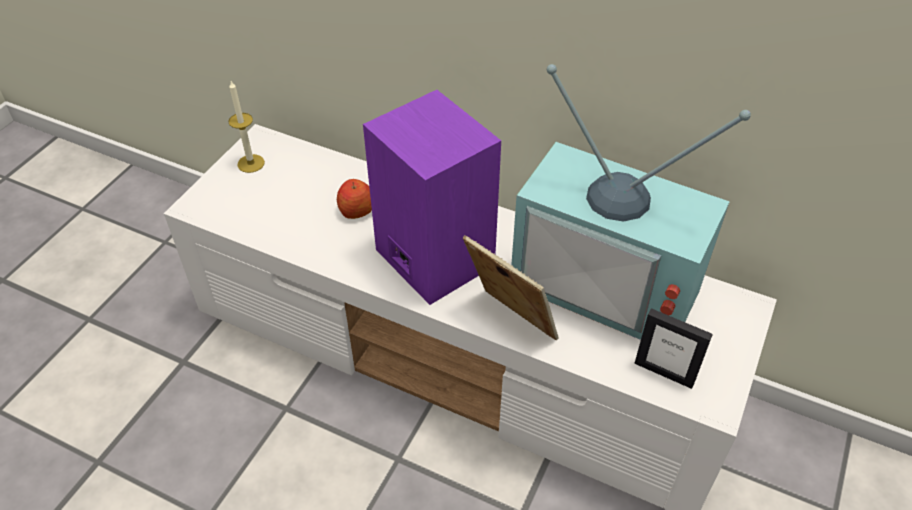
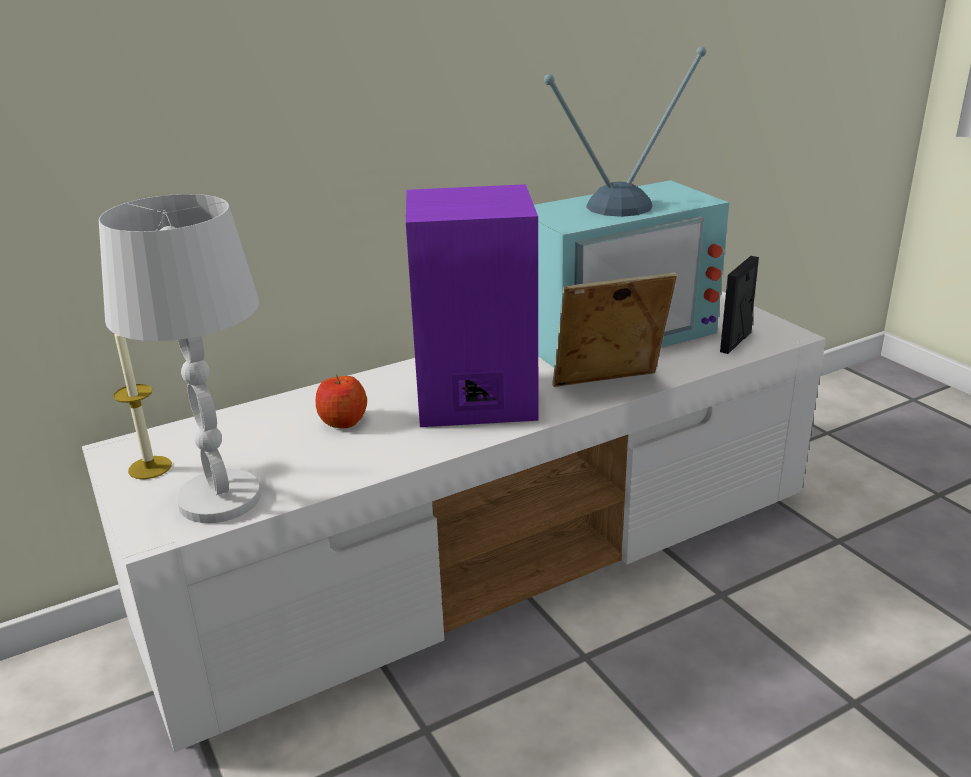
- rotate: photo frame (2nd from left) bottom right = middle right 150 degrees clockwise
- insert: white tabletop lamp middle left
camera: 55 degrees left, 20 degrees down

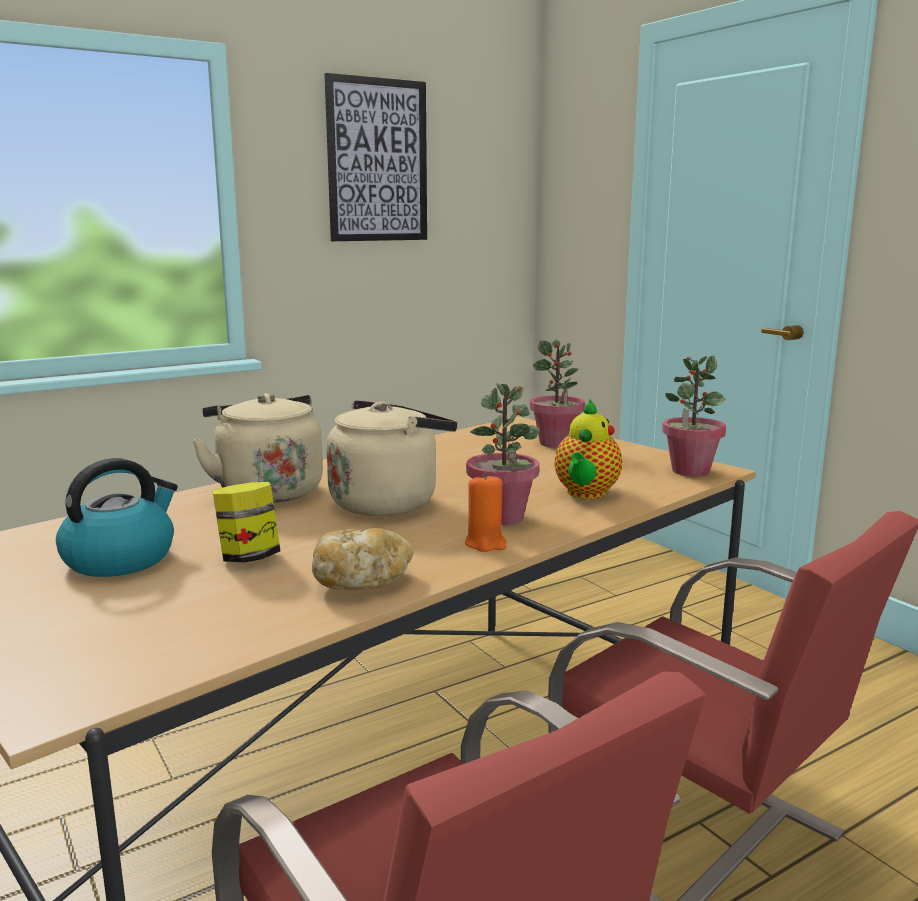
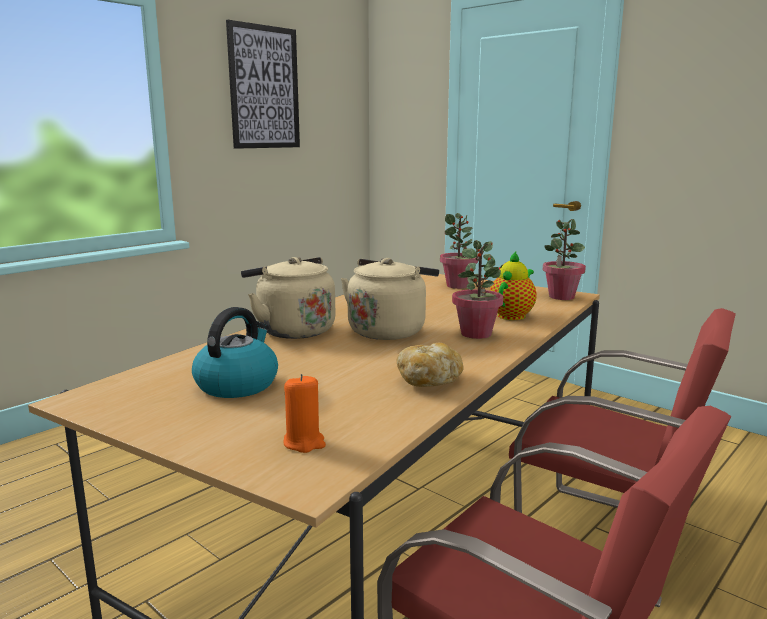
- delete: storage jar middle left
- move: orange candle centre to bottom centre
- rotate: pot for tea centre = middle right 150 degrees counterclockwise
camera: 15 degrees left, 0 degrees up

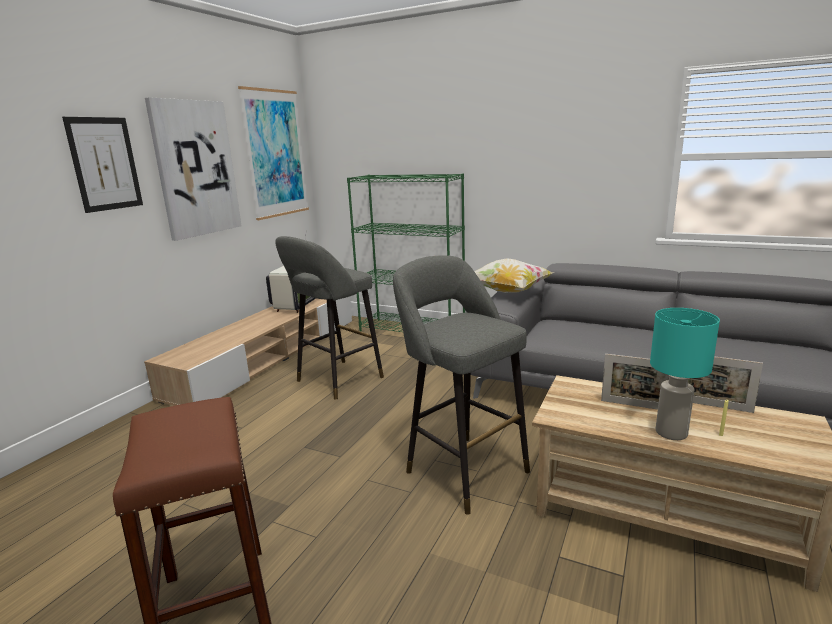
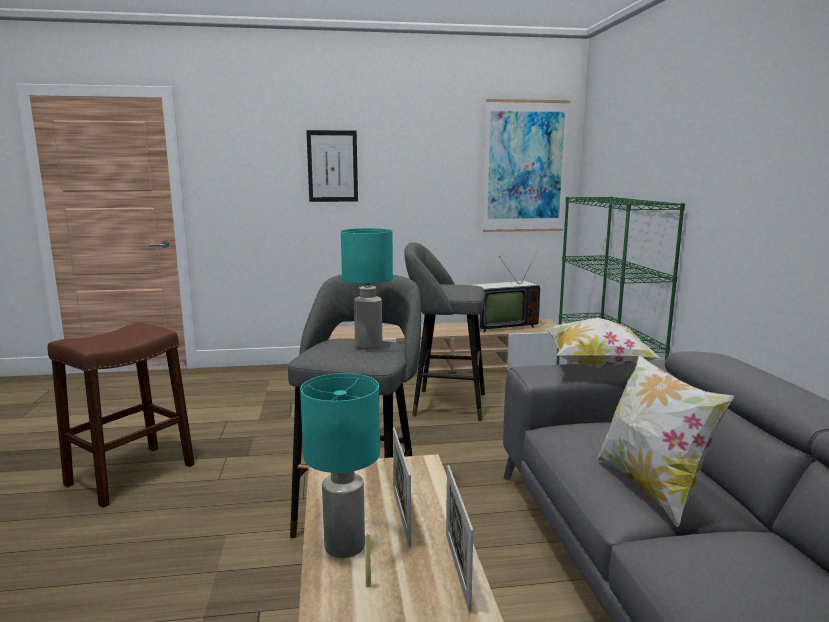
- delete: wall art (2nd from left) top left
- insert: turquoise tabletop lamp (2nd from left) centre
- insert: cushion (2nd from left) bottom right
camera: 55 degrees right, 5 degrees down

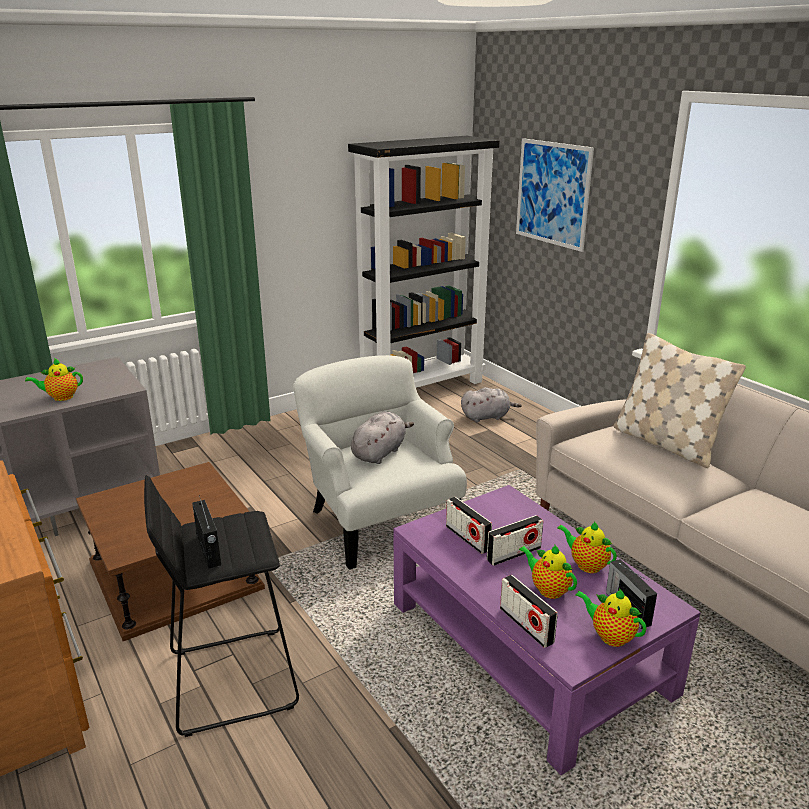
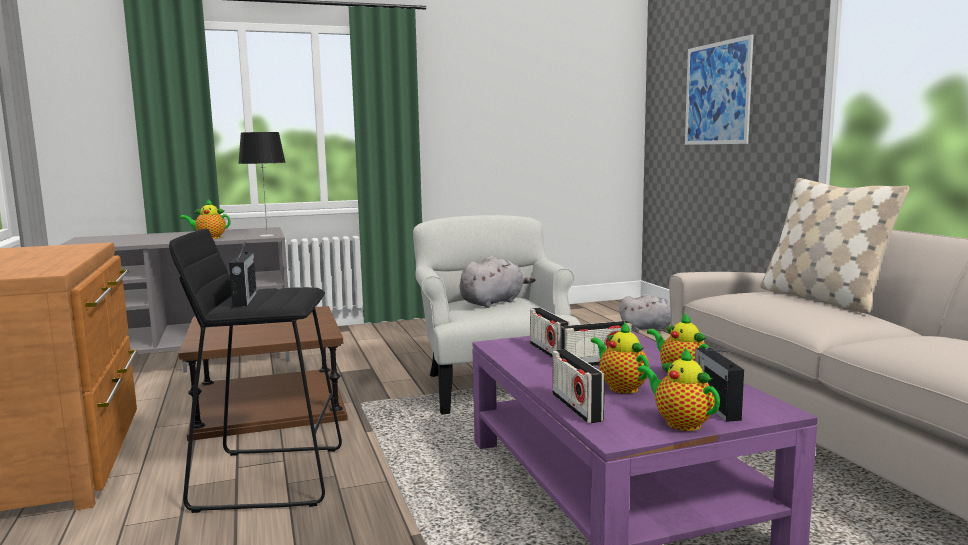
- delete: black bookshelf top centre
- insert: tabletop lamp middle left
camera: 15 degrees right, 15 degrees down

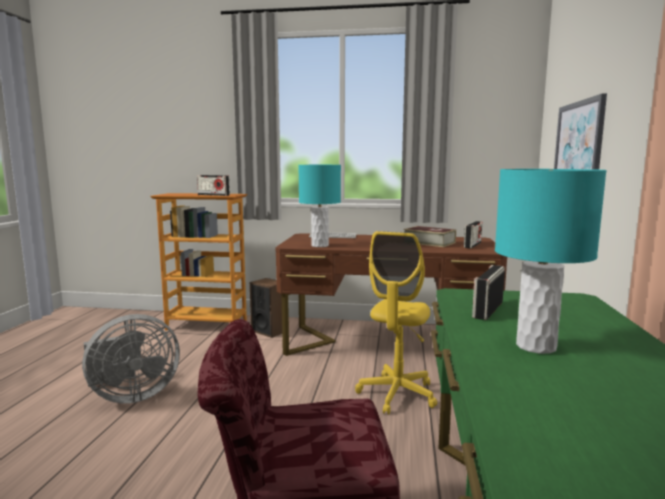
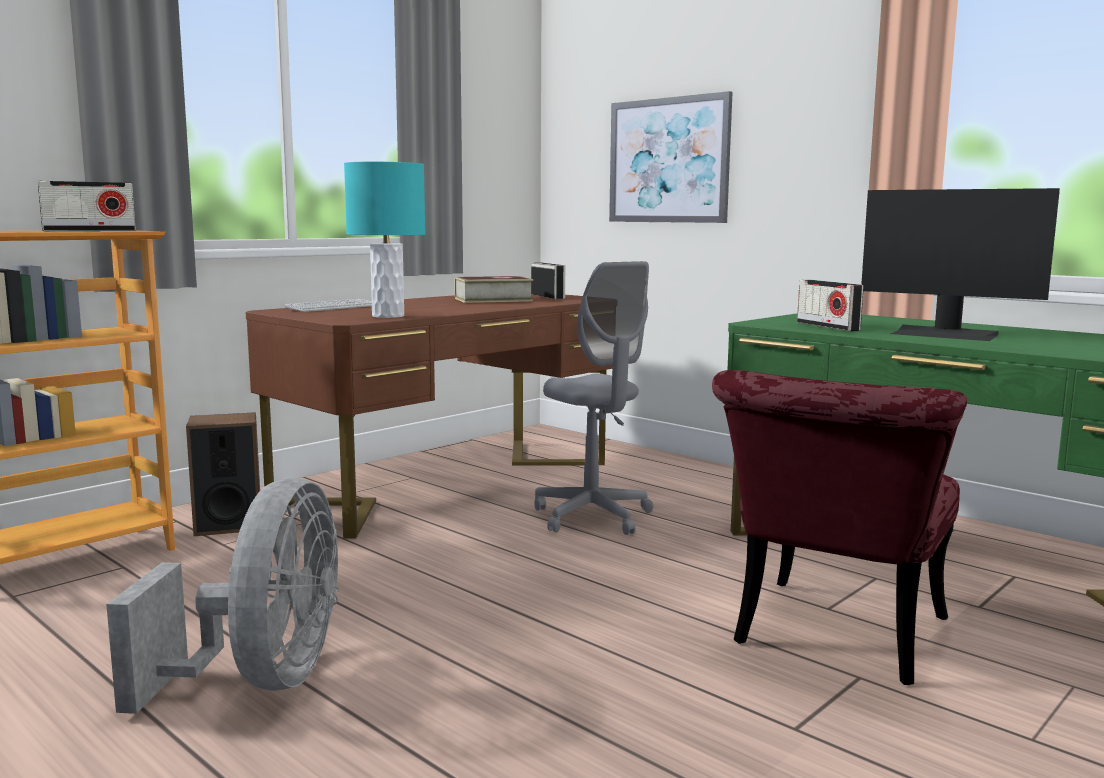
- recolor: yellowish computer chair centre to greyish computer chair centre
- replace: turquoise tabletop lamp (2nd from left) middle right to monitor middle right
camera: 55 degrees left, 0 degrees up

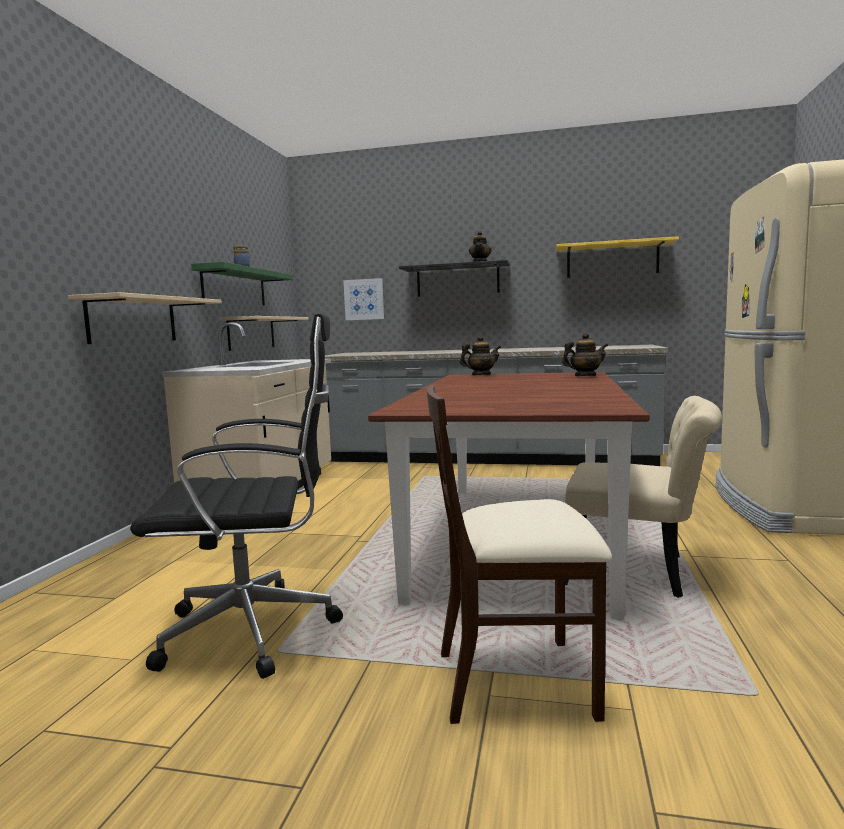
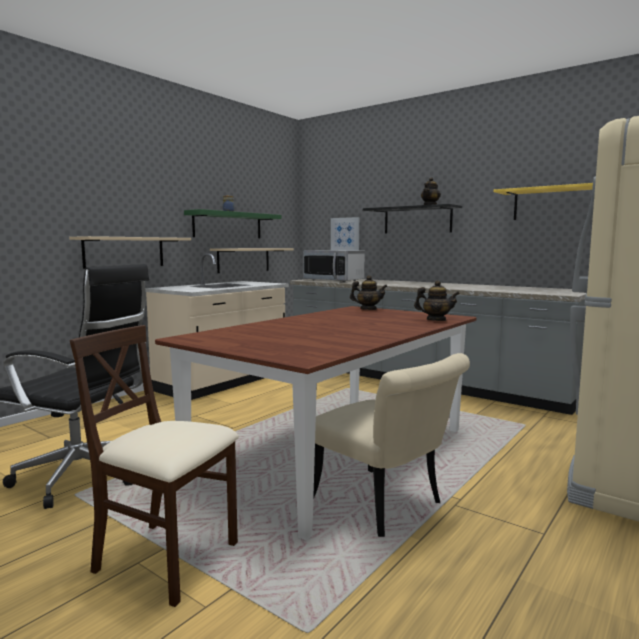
- insert: microwave oven centre
camera: 25 degrees right, 0 degrees up

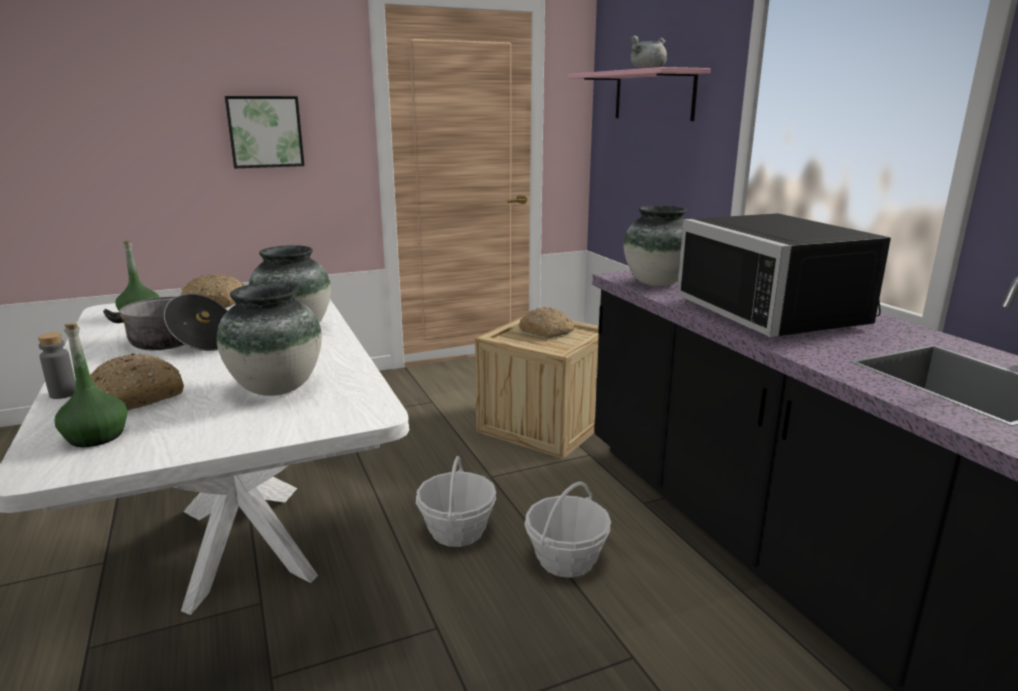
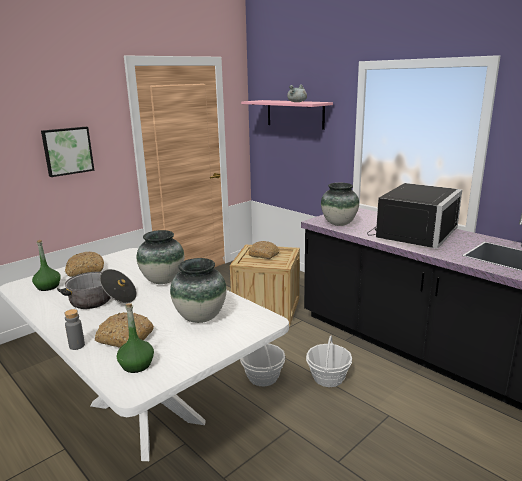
- rotate: black microwave oven middle right = middle right 105 degrees counterclockwise
camera: 20 degrees left, 0 degrees up

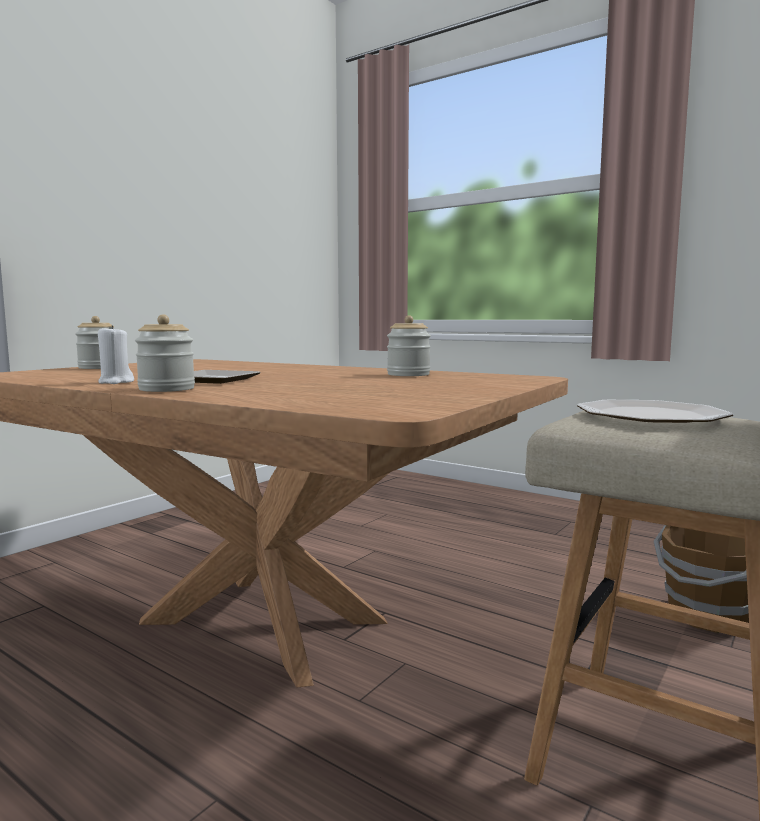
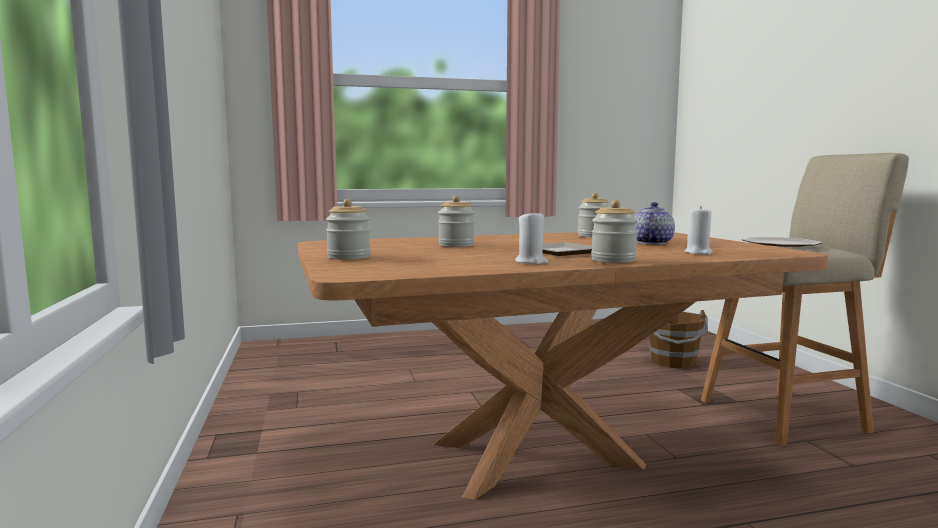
- insert: storage jar (2nd from left) centre
- insert: pot for tea middle right
- insert: white candle (2nd from left) middle right
camera: 50 degrees left, 0 degrees up

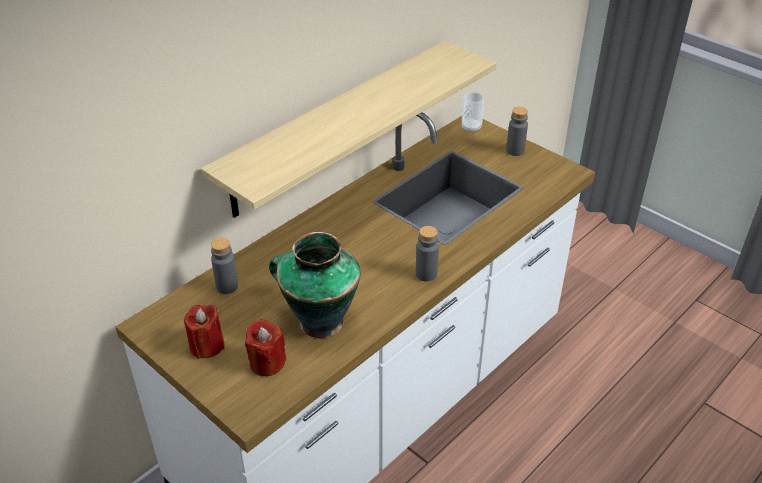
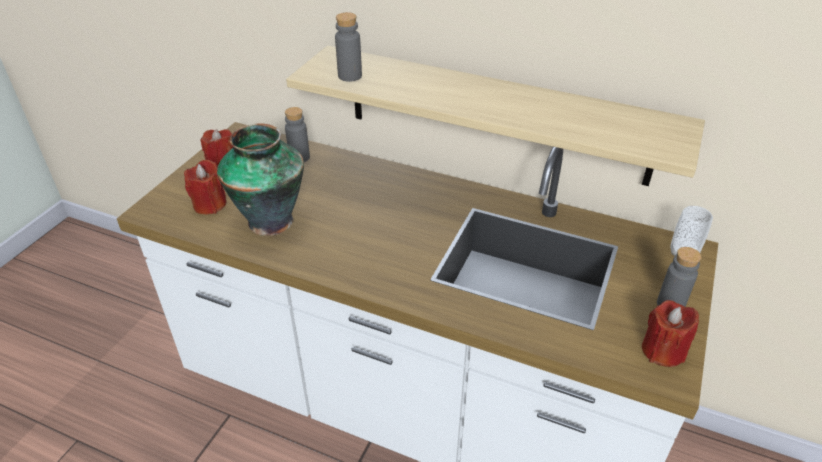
- move: greyish drink bottle (2nd from left) centre to top centre
- insert: reddish candle (3rd from left) bottom right
camera: 70 degrees right, 0 degrees up

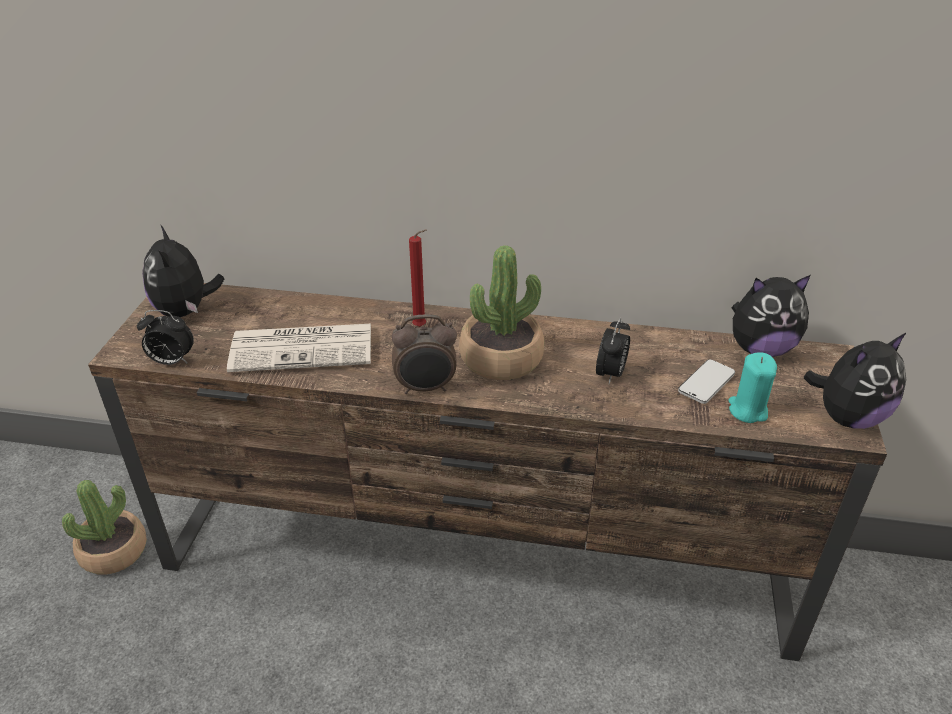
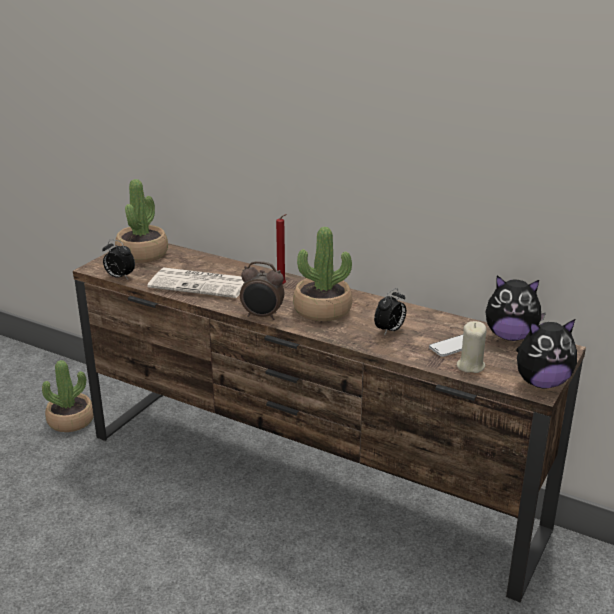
- replace: cuddly toy (1st from left) middle left to plant in a pot (2nd from left) middle left
- recolor: turquoise candle middle right to sand-coloured candle middle right
camera: 20 degrees right, 10 degrees down

